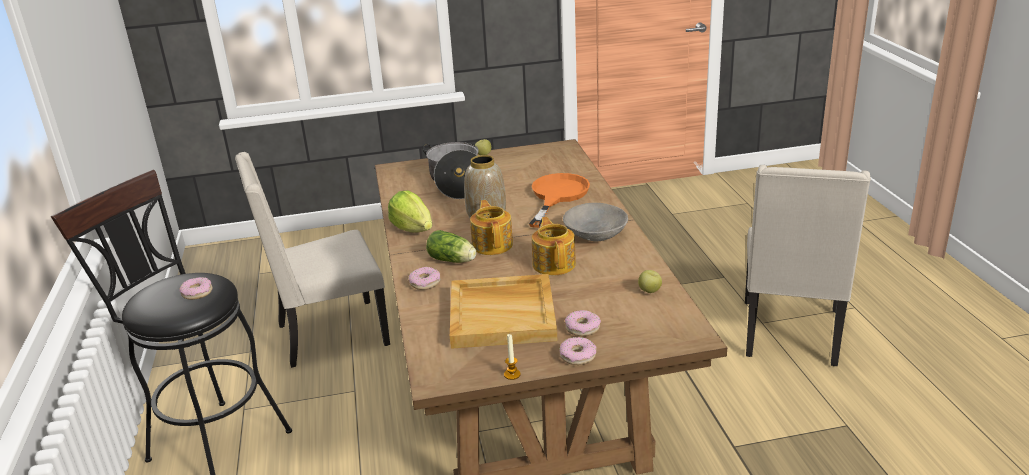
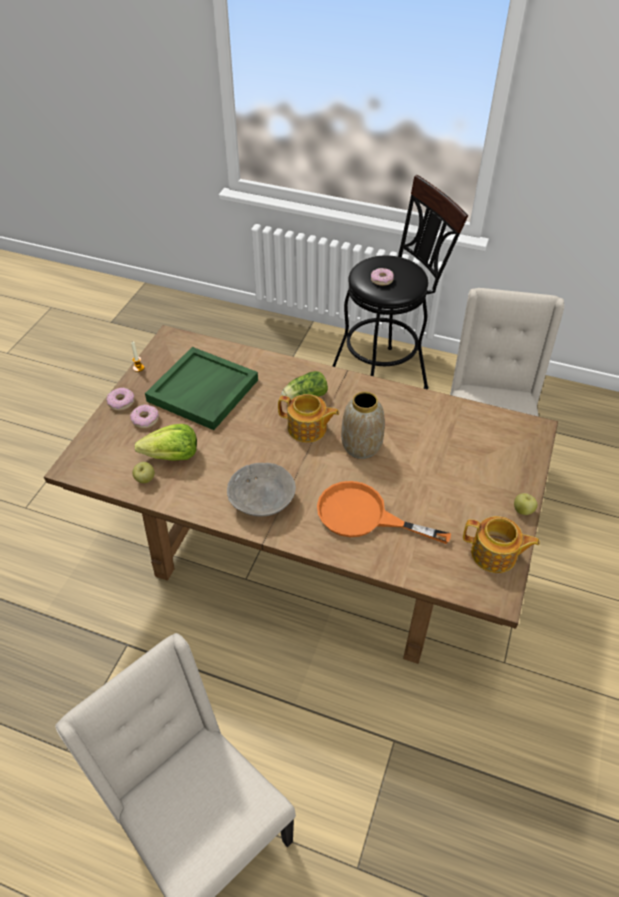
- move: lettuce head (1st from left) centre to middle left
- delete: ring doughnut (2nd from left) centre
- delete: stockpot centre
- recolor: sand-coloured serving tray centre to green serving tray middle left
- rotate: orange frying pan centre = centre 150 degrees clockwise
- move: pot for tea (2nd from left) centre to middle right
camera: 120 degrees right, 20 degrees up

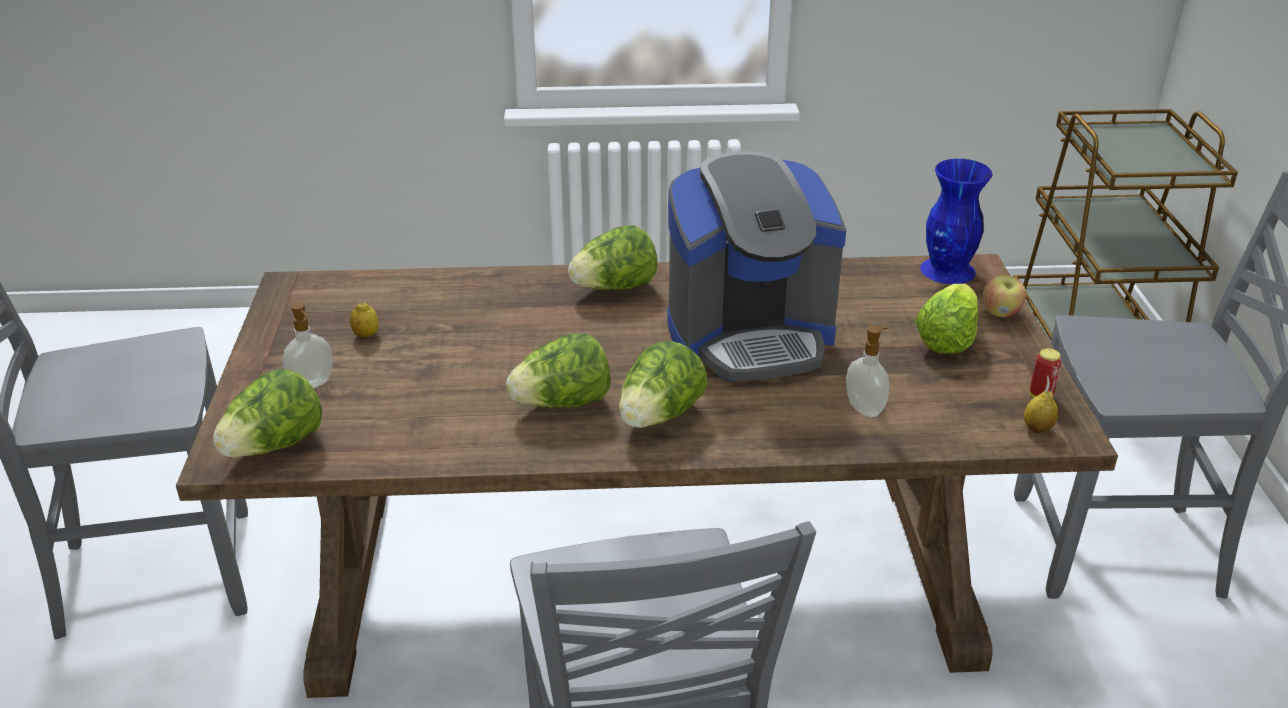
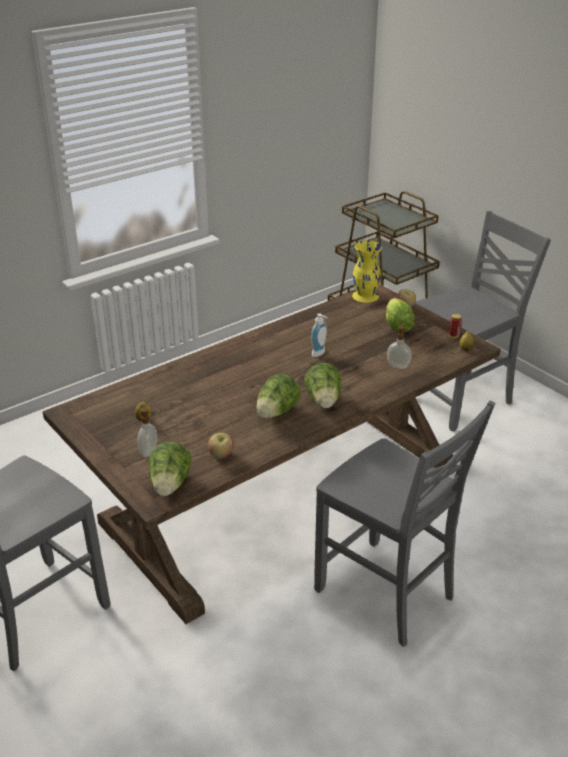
- delete: lettuce head (3rd from left) centre
- replace: coffee machine centre to soap dispenser (2nd from left) centre
- recolor: blue-coloured decorative vase top right to yellowish decorative vase centre
- insert: apple fruit (1st from left) centre
camera: 35 degrees left, 0 degrees up

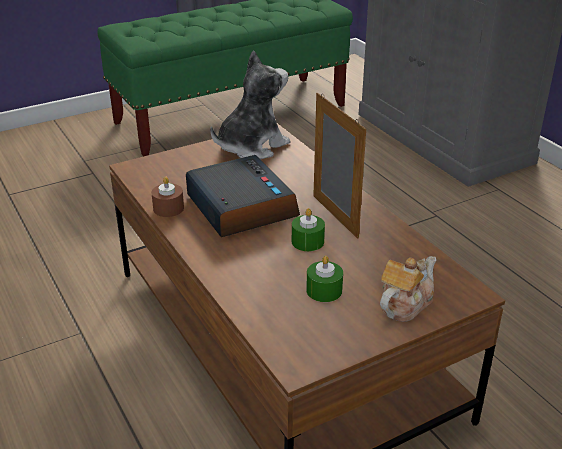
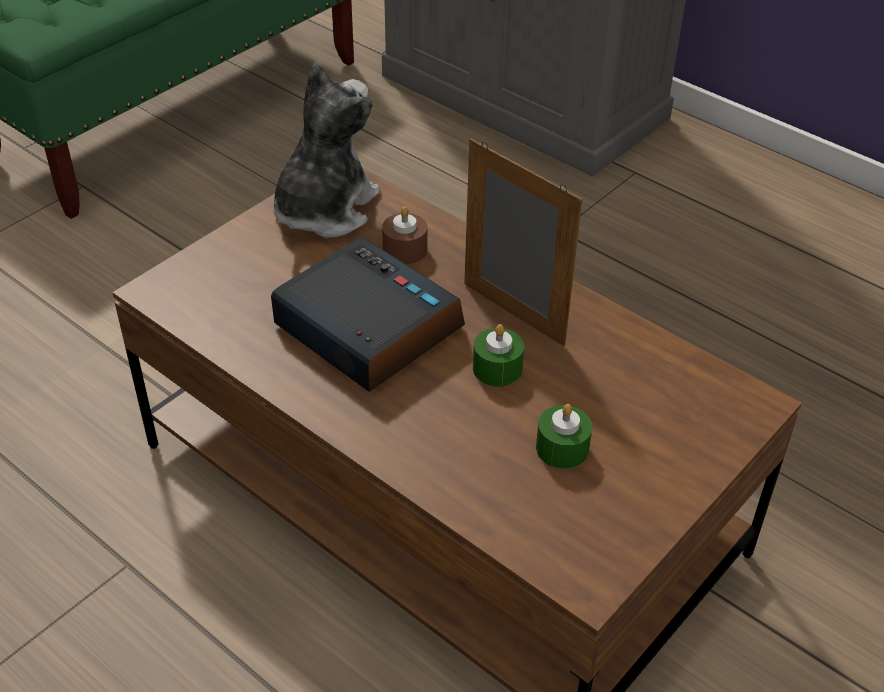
- move: brownish candle middle left to centre
- delete: pot for tea middle right
camera: 20 degrees left, 10 degrees up

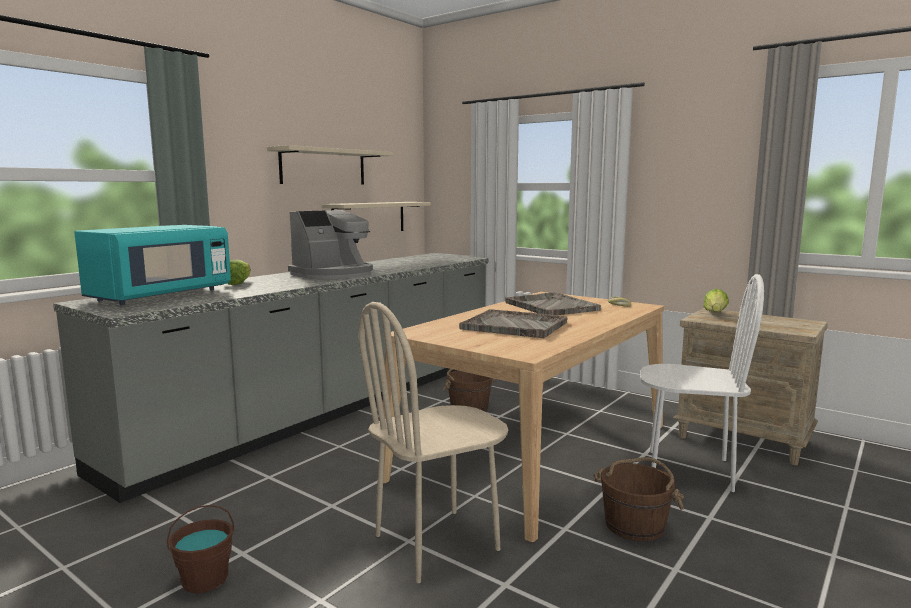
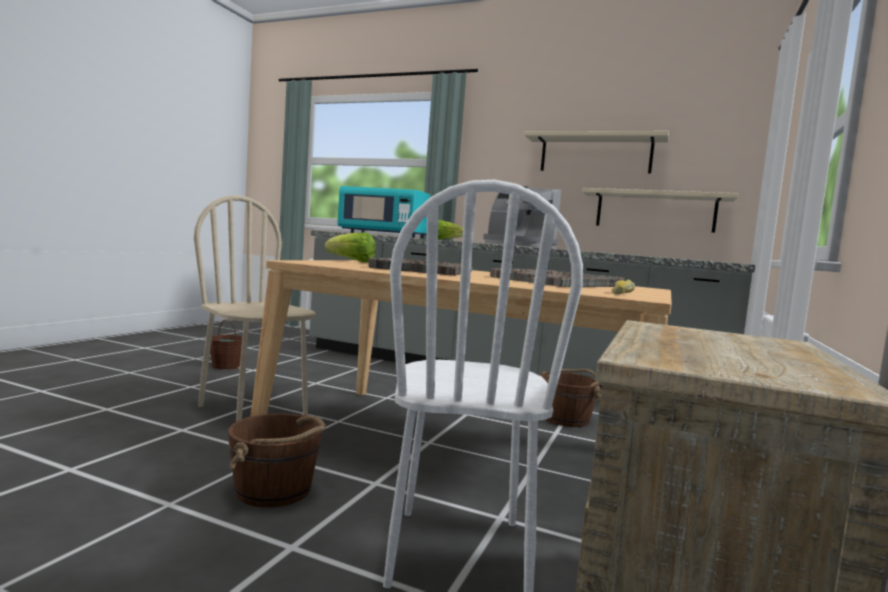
- move: lettuce head (2nd from left in the first image) middle right to lettuce head (1st from left) centre
camera: 75 degrees right, 5 degrees down

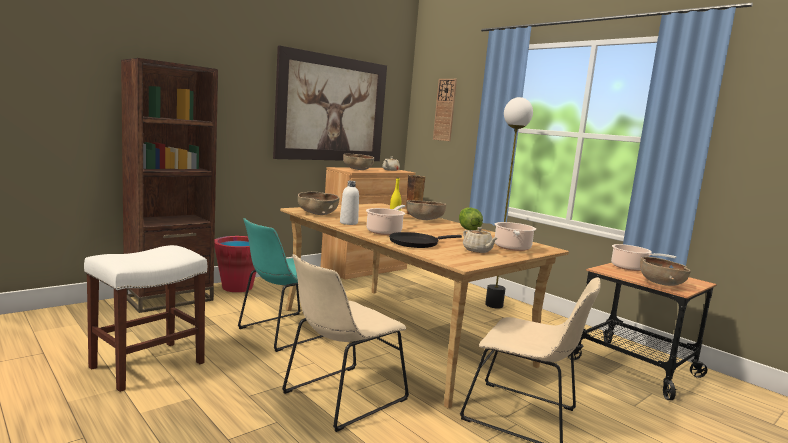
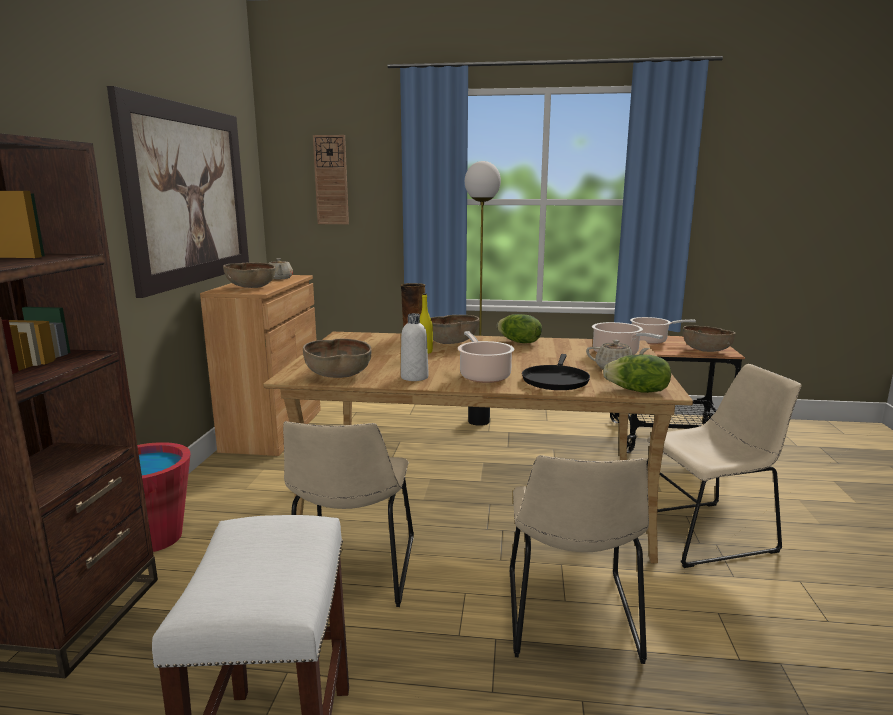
- recolor: turquoise chair centre to sand-coloured chair (1st from left) bottom centre
- insert: lettuce head (2nd from left) middle right
camera: 40 degrees left, 5 degrees up

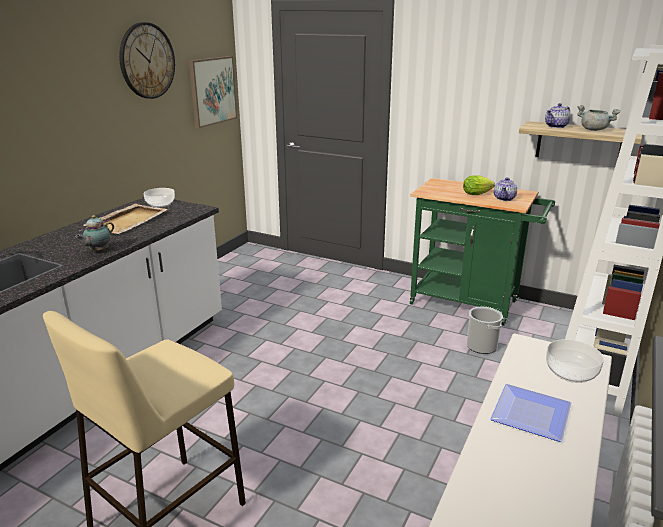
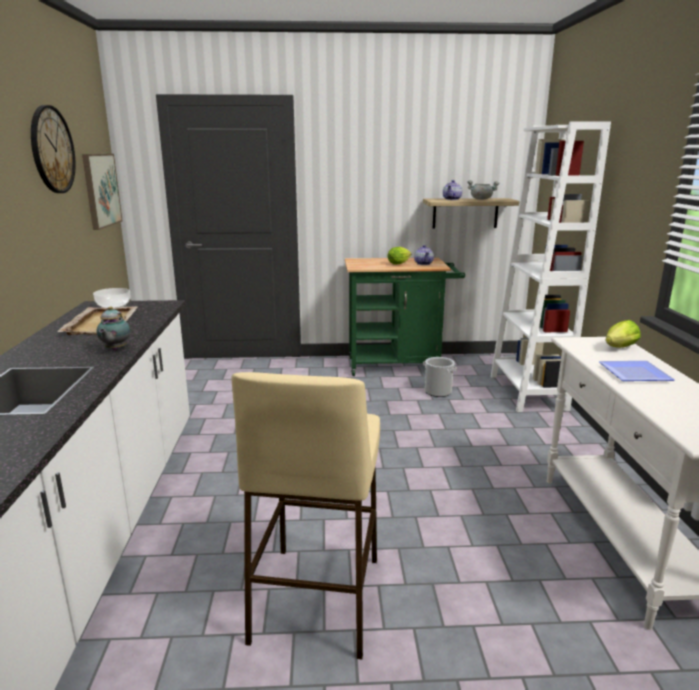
- replace: bowl (2nd from left) bottom right to lettuce head (2nd from left) middle right
camera: 30 degrees left, 5 degrees down

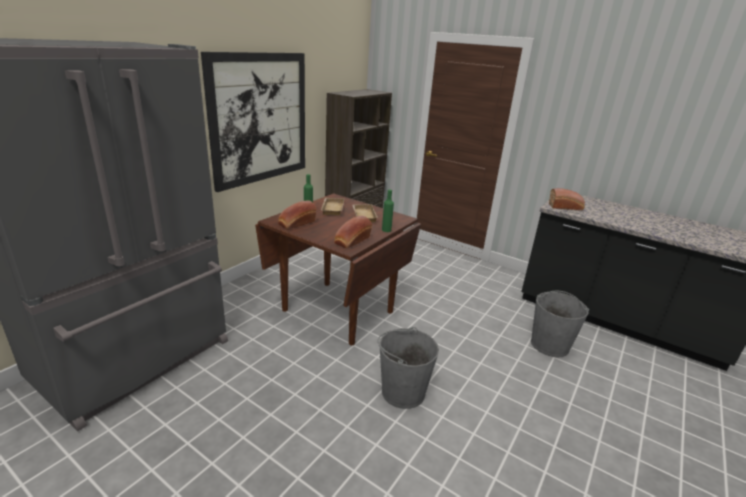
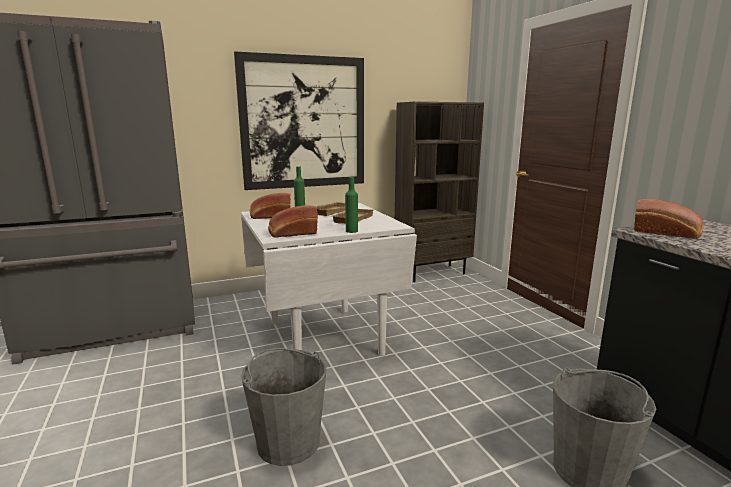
- recolor: brownish dining table centre to white dining table centre
camera: 35 degrees right, 10 degrees down

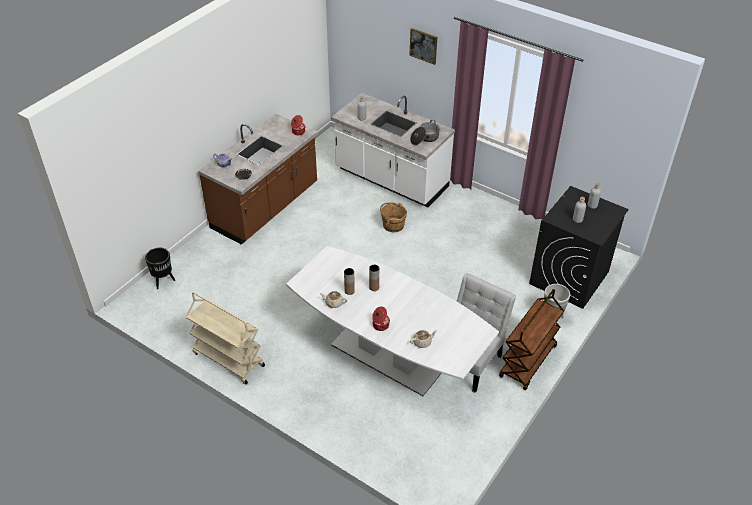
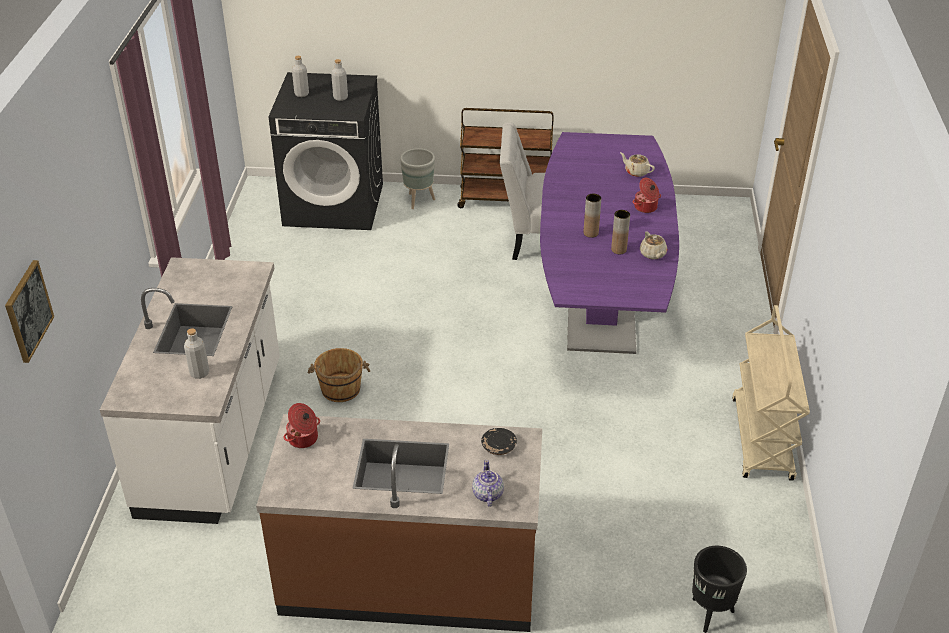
- recolor: white dining table centre to purplish dining table centre
- move: wall art top centre to middle left
- delete: stockpot (3rd from left) top centre
camera: 120 degrees left, 5 degrees down

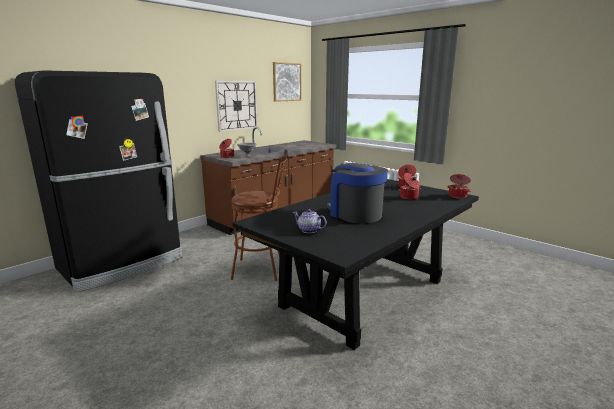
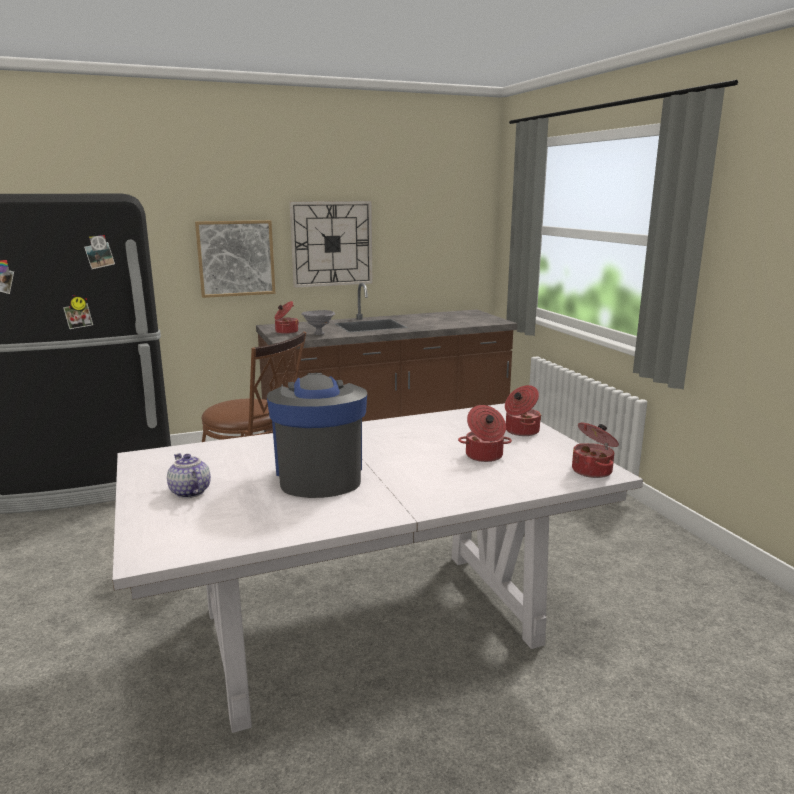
- recolor: black dining table centre to white dining table bottom centre
- move: wall art top centre to top left
camera: 25 degrees right, 0 degrees up

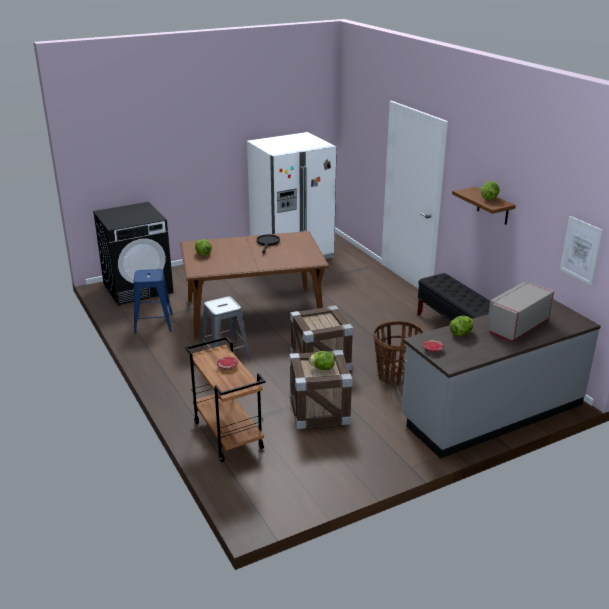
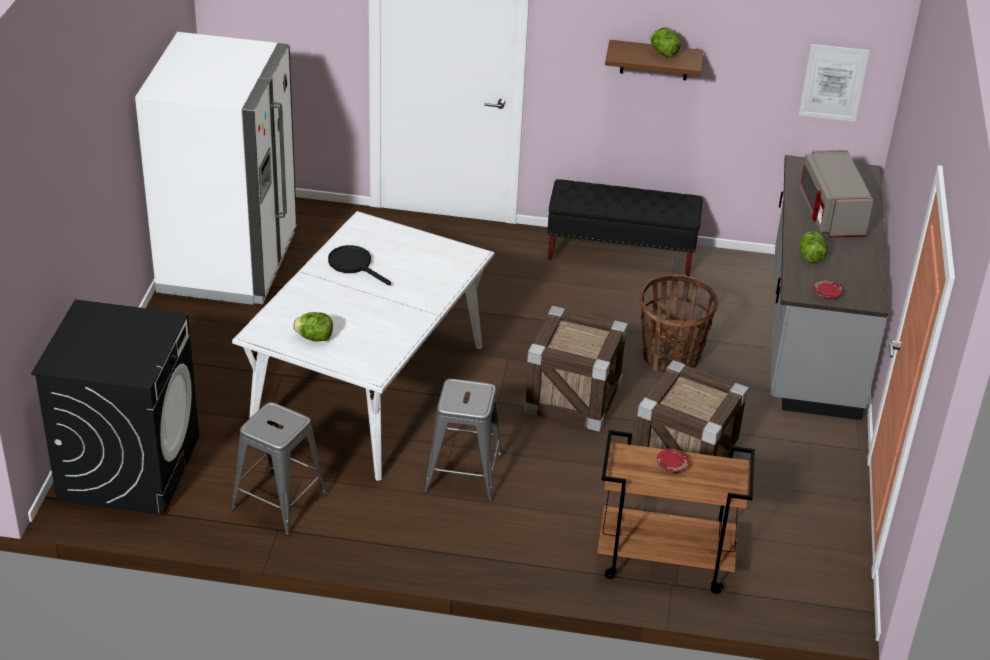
- recolor: blue-coloured stool seat middle left to greyish stool seat (1st from left) bottom left
- recolor: brownish dining table centre to white dining table centre
- delete: lettuce head (2nd from left) centre
camera: 55 degrees left, 10 degrees up

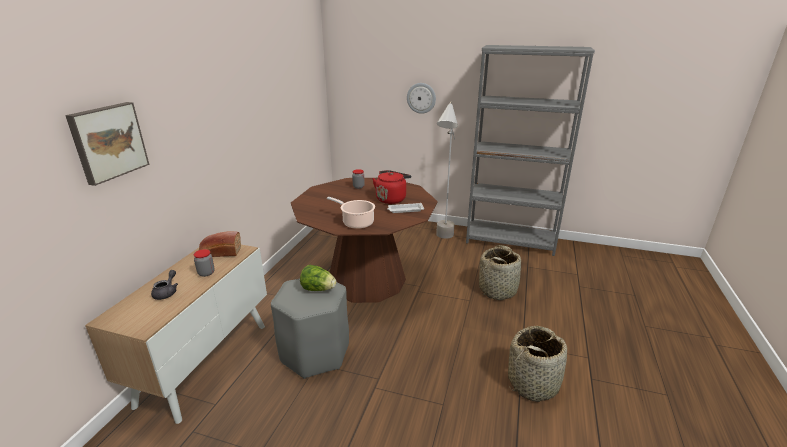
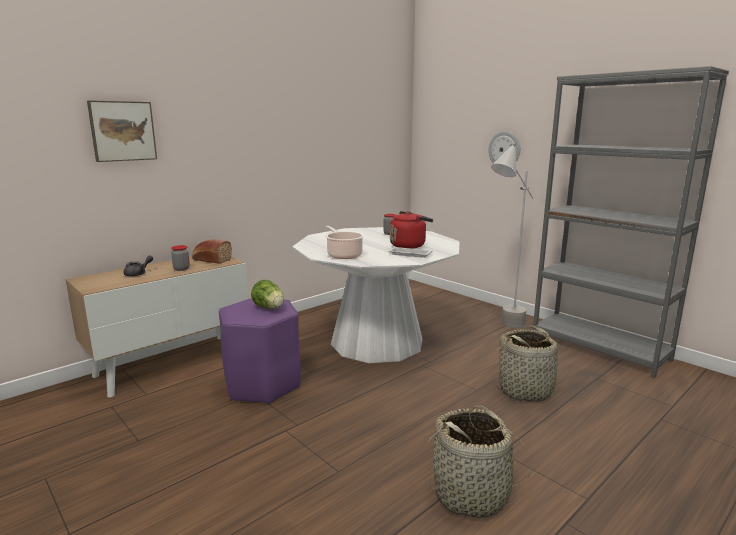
- recolor: greyish stool seat bottom centre to purplish stool seat centre
- recolor: brownish dining table centre to white dining table centre
camera: 30 degrees right, 10 degrees down

